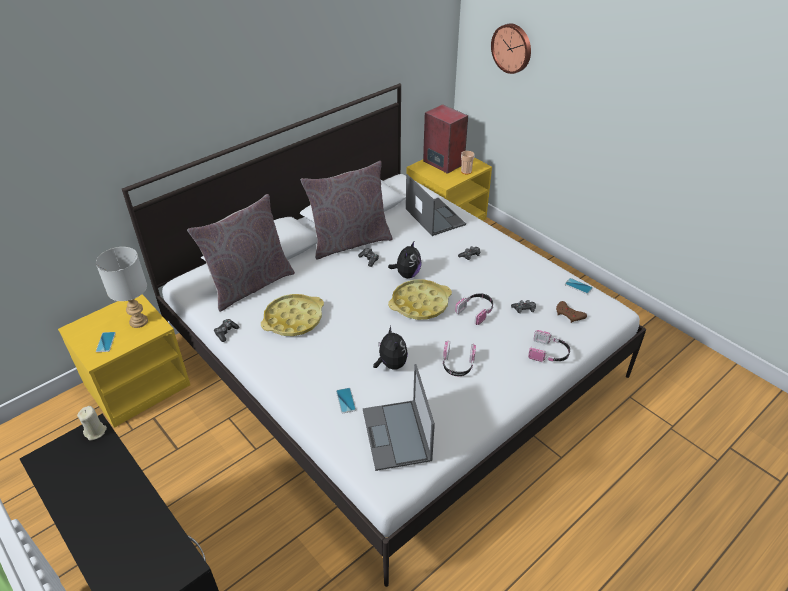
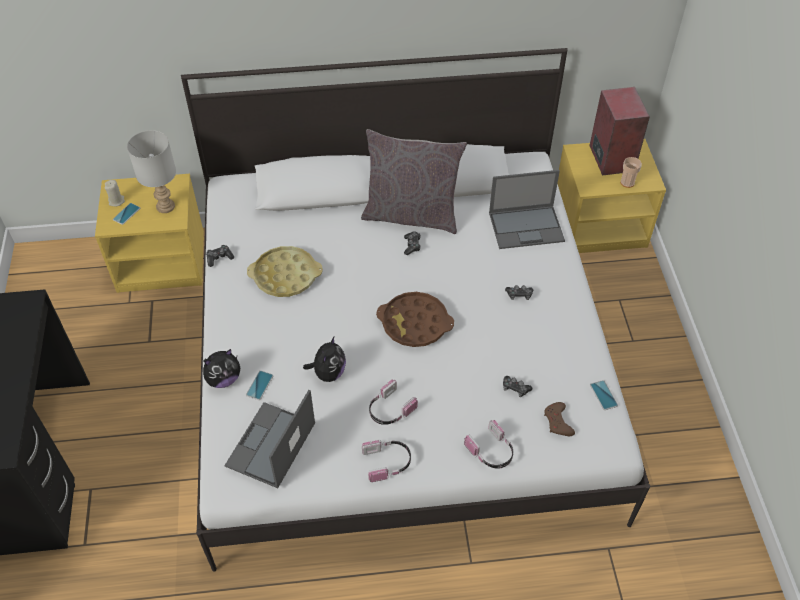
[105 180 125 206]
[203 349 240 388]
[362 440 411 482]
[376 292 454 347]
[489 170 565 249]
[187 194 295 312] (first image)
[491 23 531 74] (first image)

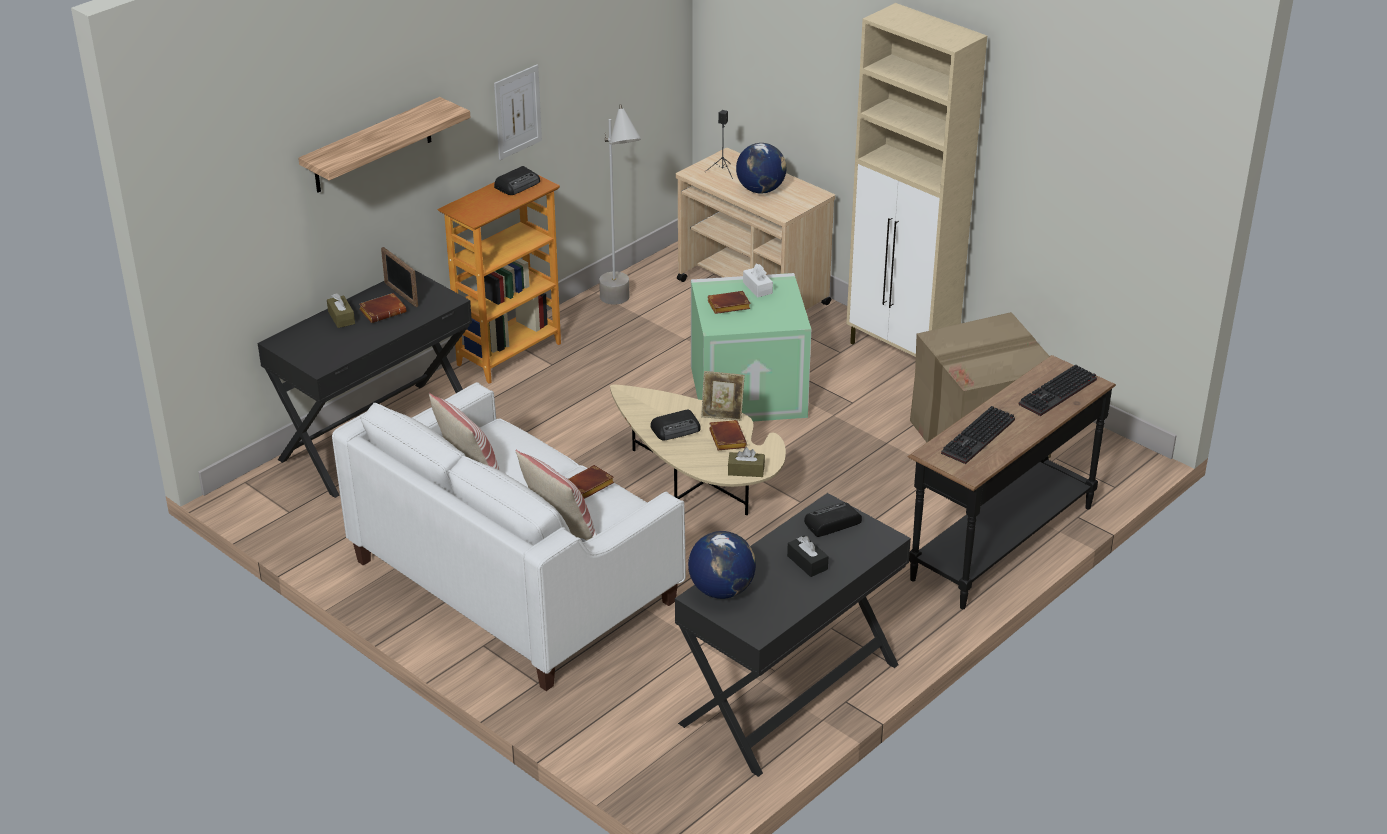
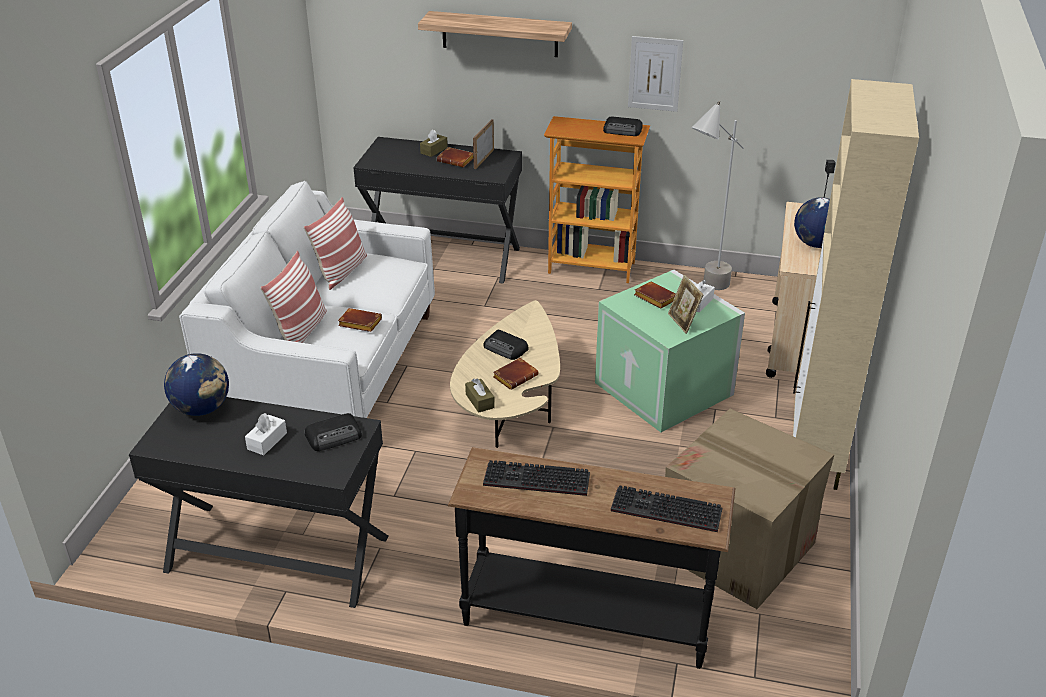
[245 413 287 455]
[305 413 362 451]
[668 275 703 334]

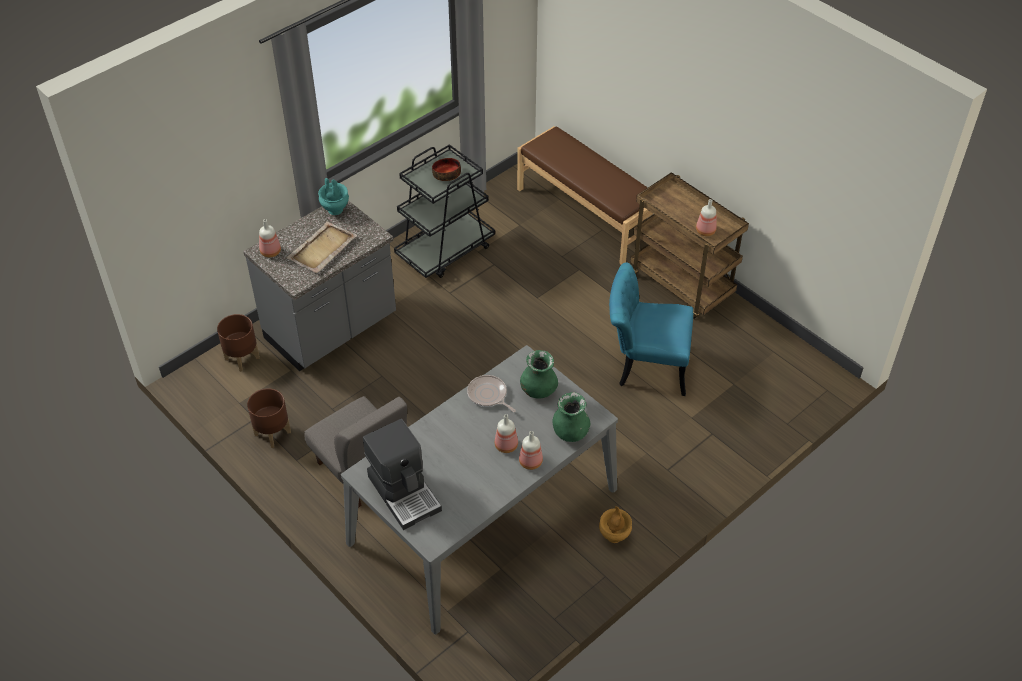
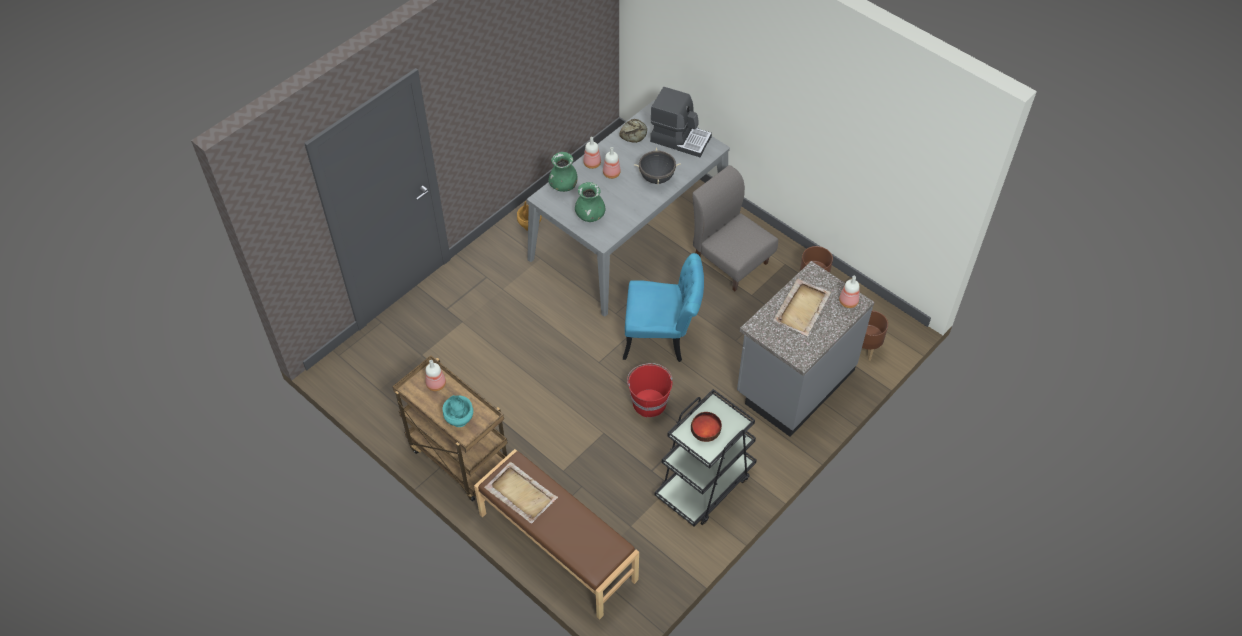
[443 395 473 427]
[484 462 558 524]
[619 119 647 143]
[623 253 704 362]
[627 363 672 418]
[634 147 681 184]
[650 87 712 157]
[467 375 516 412] (first image)

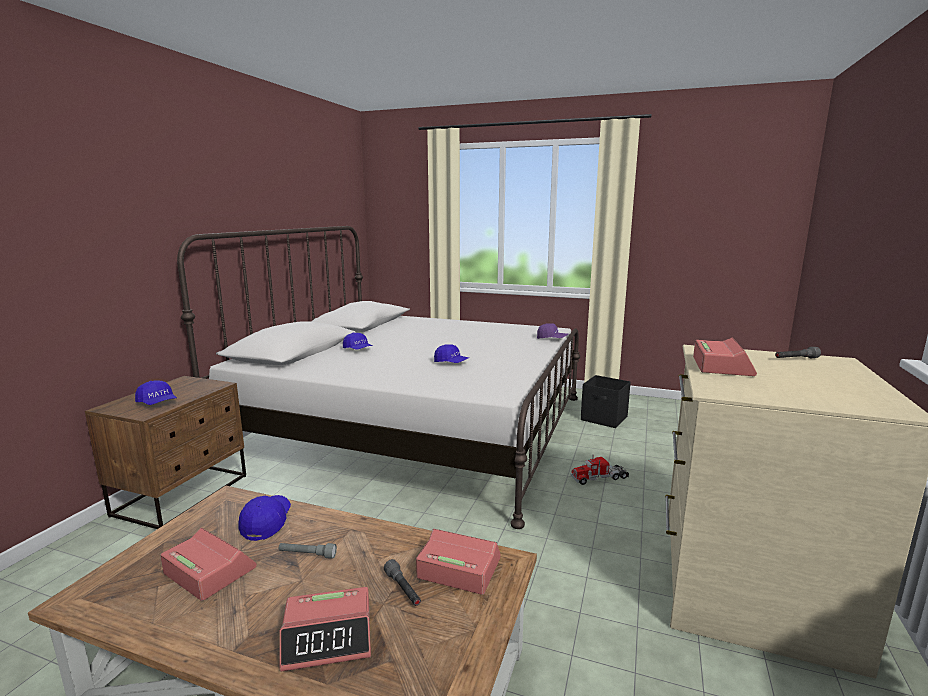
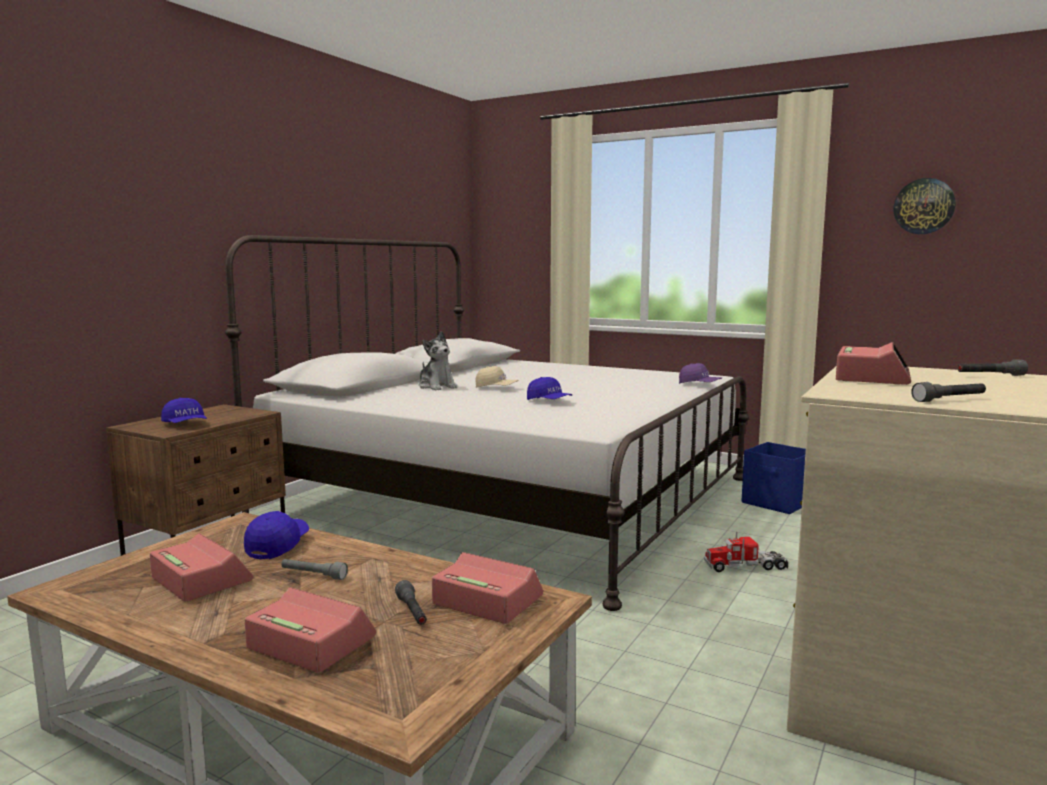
[245 587 376 673]
[419 331 457 390]
[476 366 519 388]
[742 442 806 514]
[893 178 956 234]
[911 382 986 402]

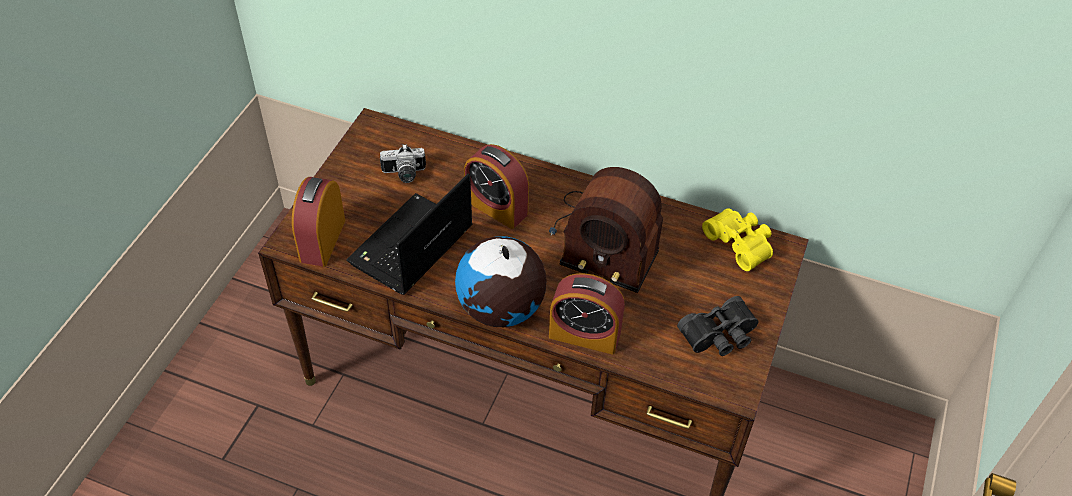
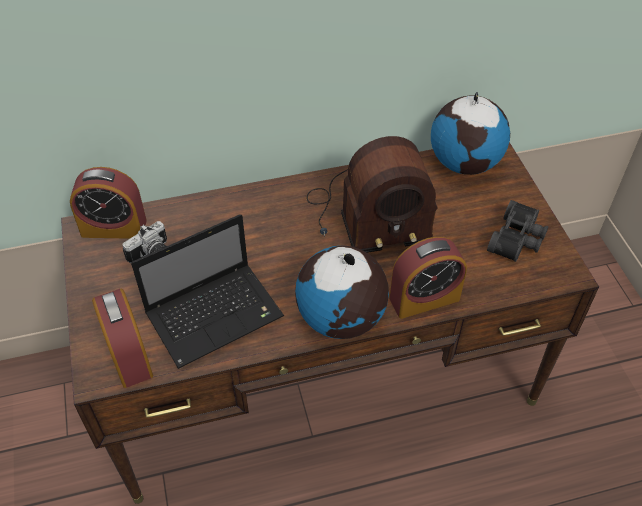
[70 167 147 239]
[131 214 284 369]
[431 92 510 175]

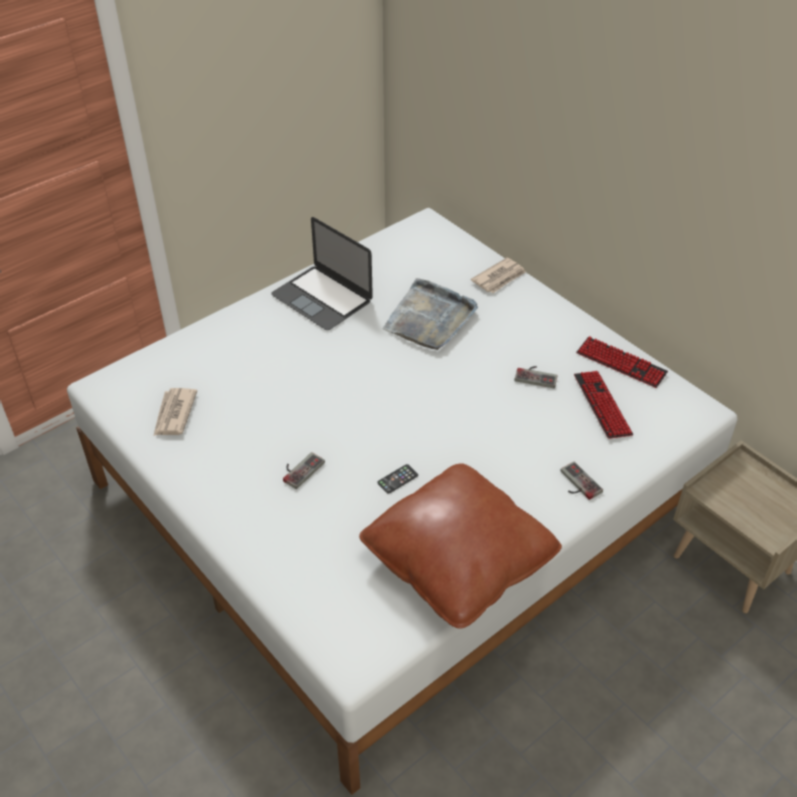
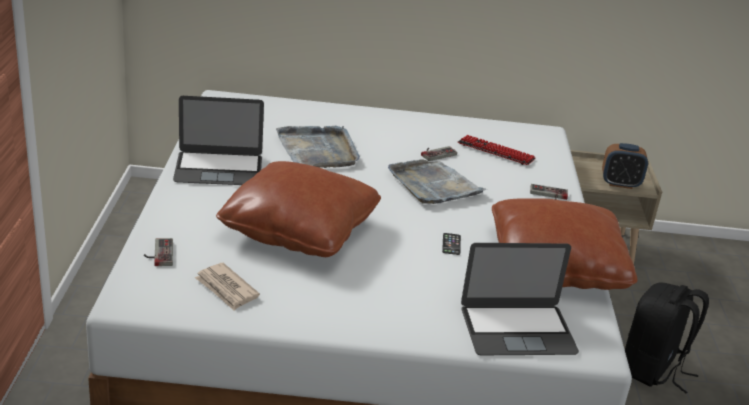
[144 238 173 266]
[216 161 381 257]
[388 159 487 204]
[461 243 579 355]
[602 143 648 189]
[625 282 709 393]
[471 258 526 293] (first image)
[576 336 668 388] (first image)

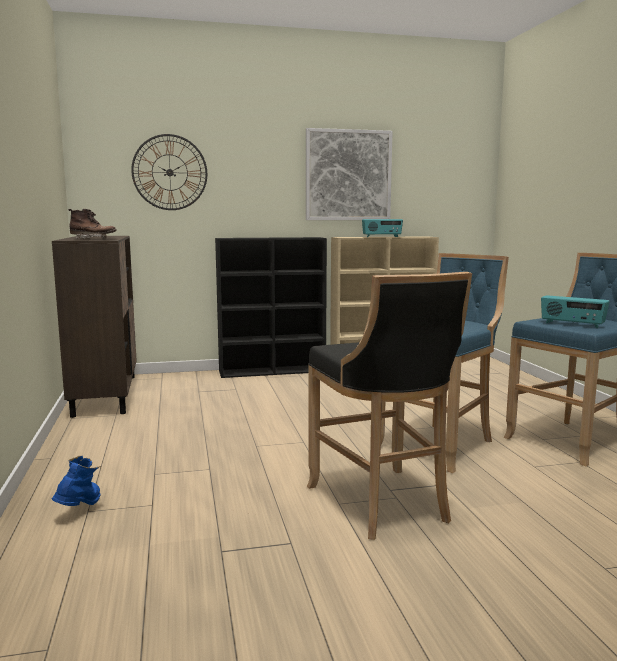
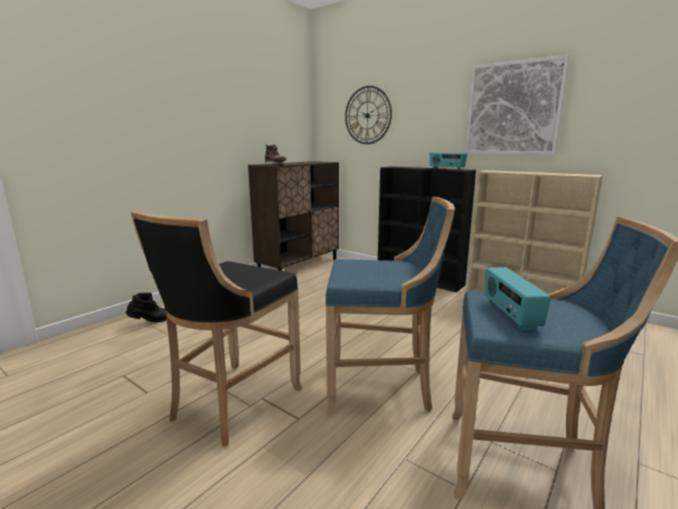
[126 292 167 322]
[430 152 467 170]

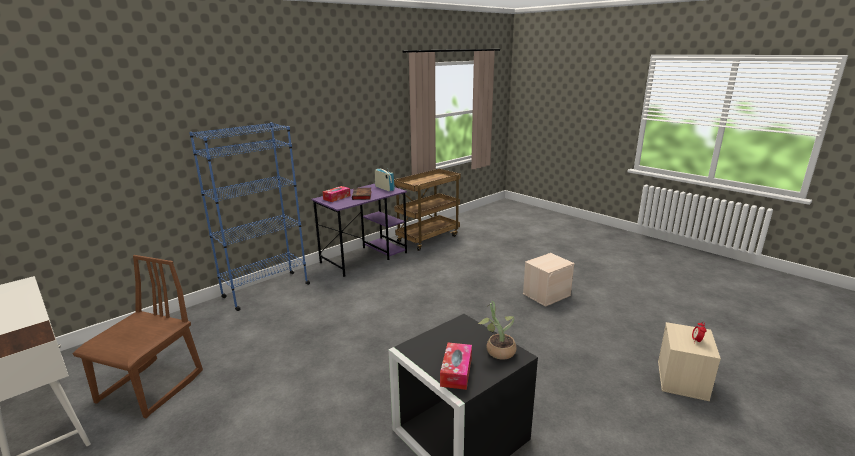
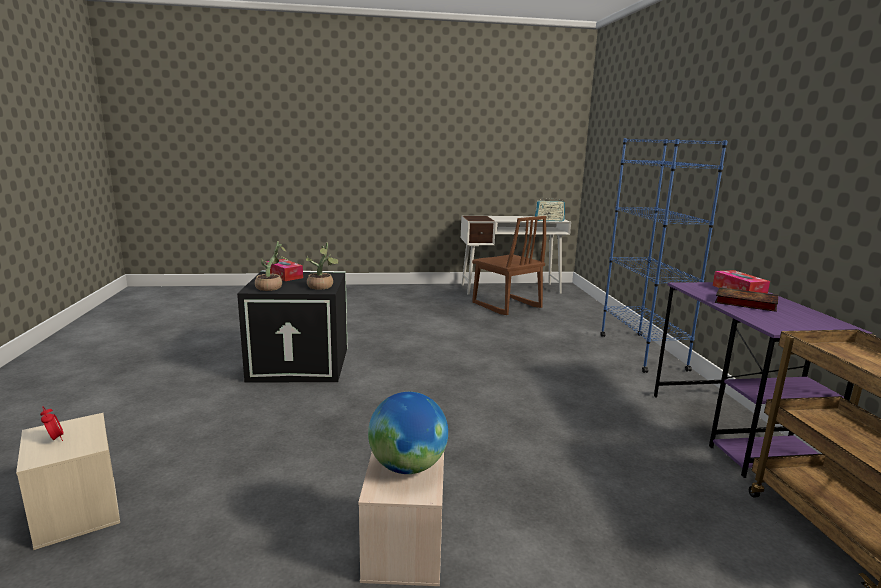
[306 243 339 290]
[368 392 448 474]
[535 198 565 221]

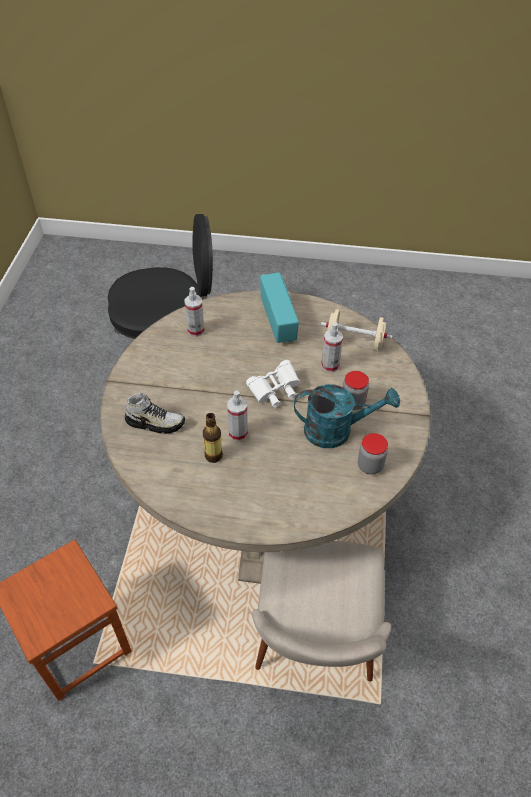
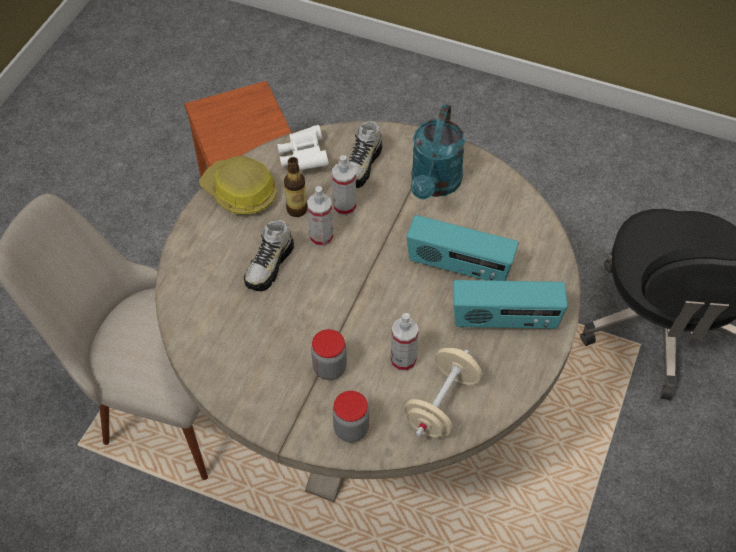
[199 156 277 215]
[244 220 294 291]
[277 125 329 170]
[332 155 356 216]
[333 391 369 443]
[407 215 519 281]
[411 104 465 199]

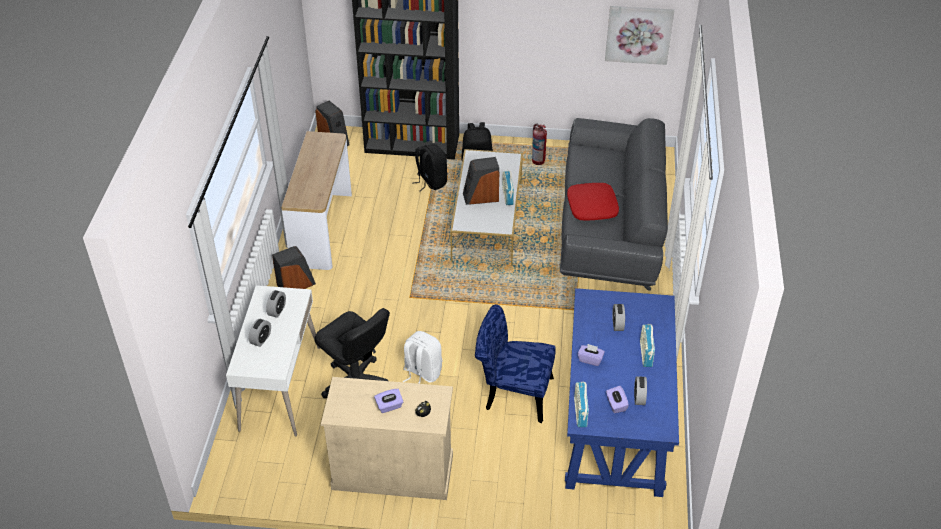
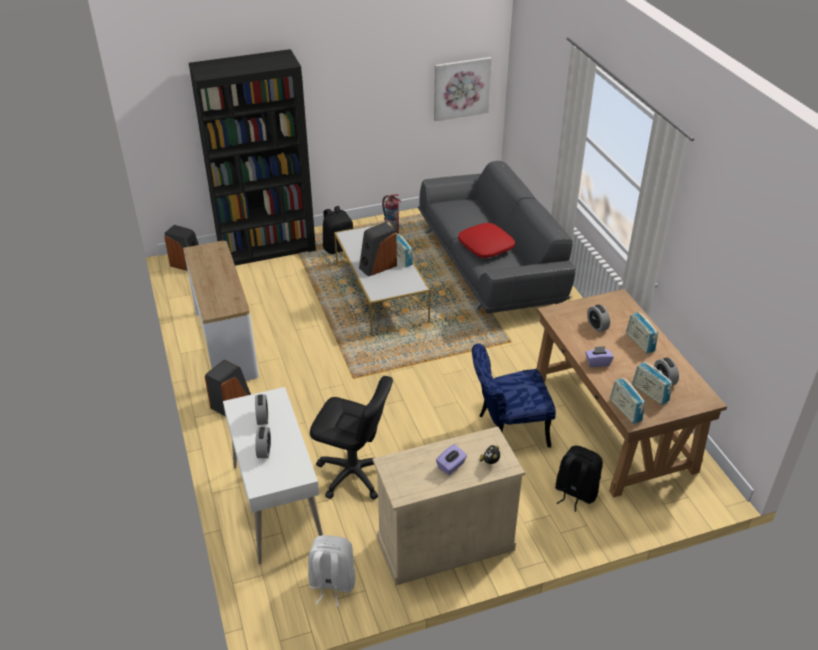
[308 535 356 607]
[536 289 727 497]
[555 446 603 512]
[632 362 672 405]

